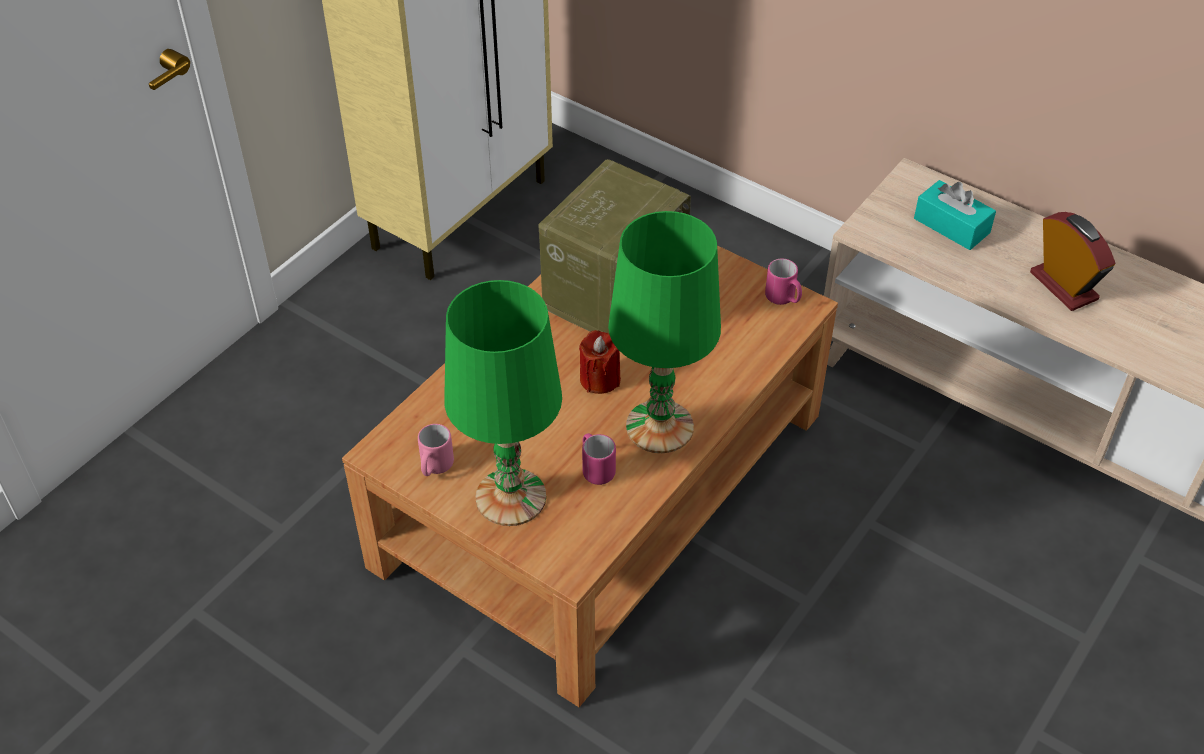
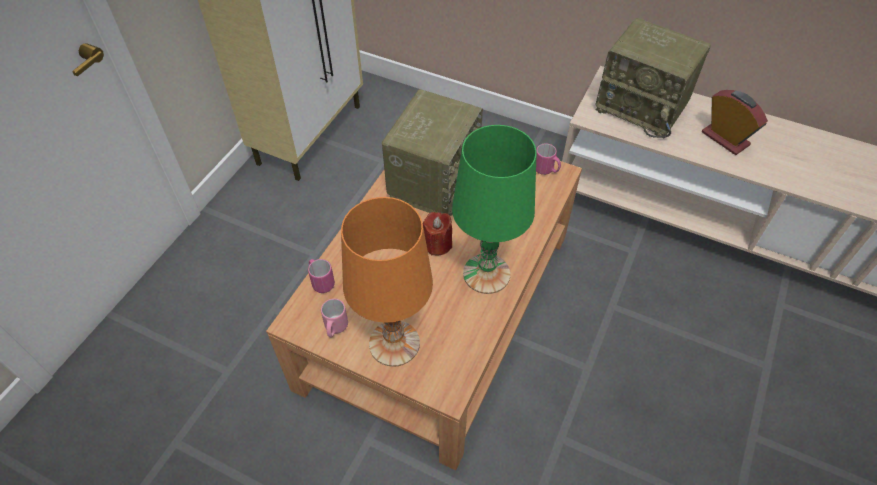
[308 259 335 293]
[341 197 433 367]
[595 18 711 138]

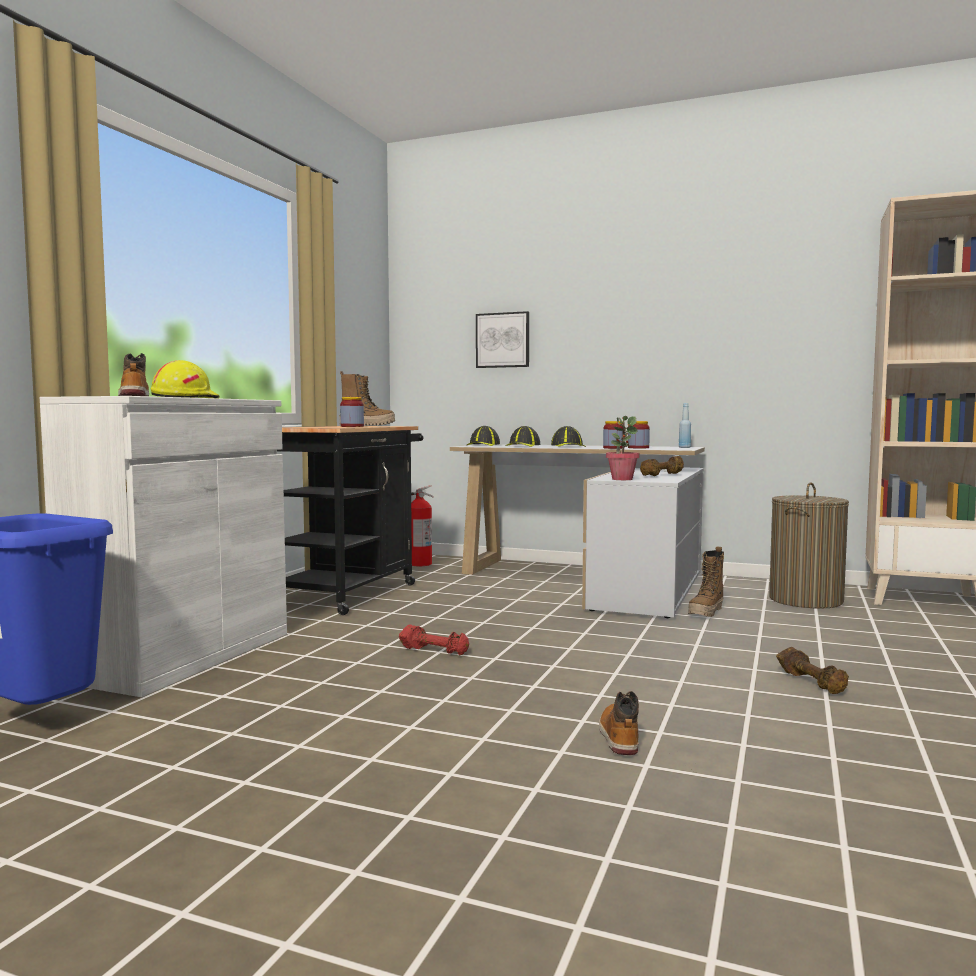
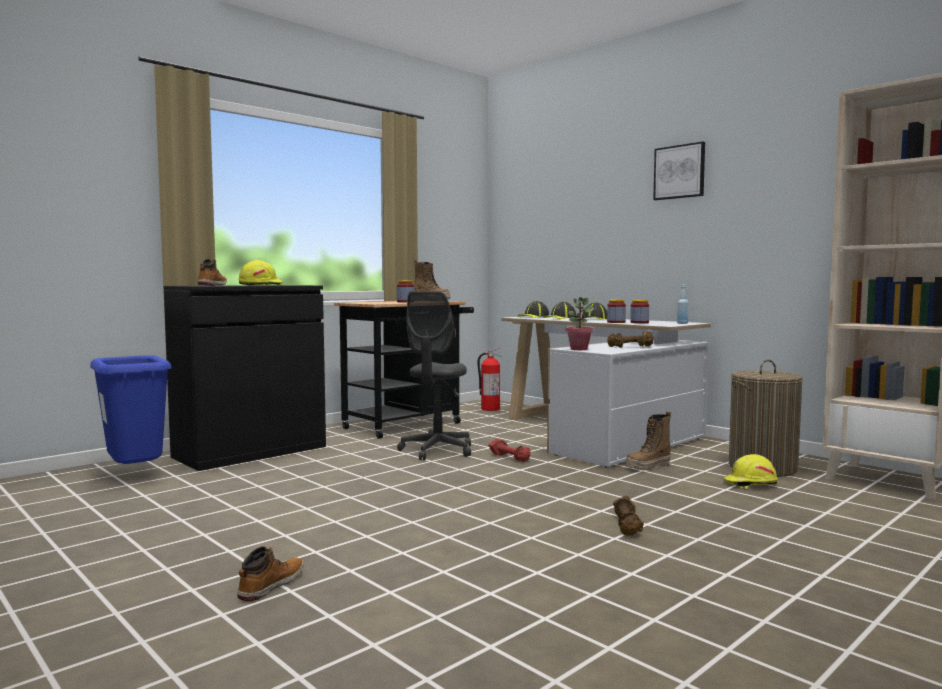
[164 285 326 471]
[237 546 303 601]
[397 291 471 460]
[488 438 531 462]
[653 142 705 200]
[724 454 778 489]

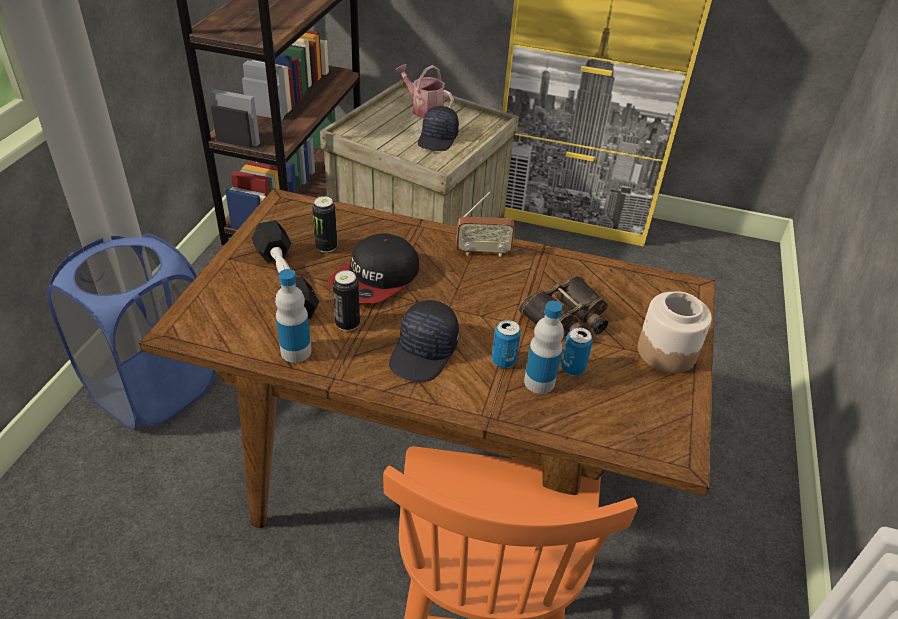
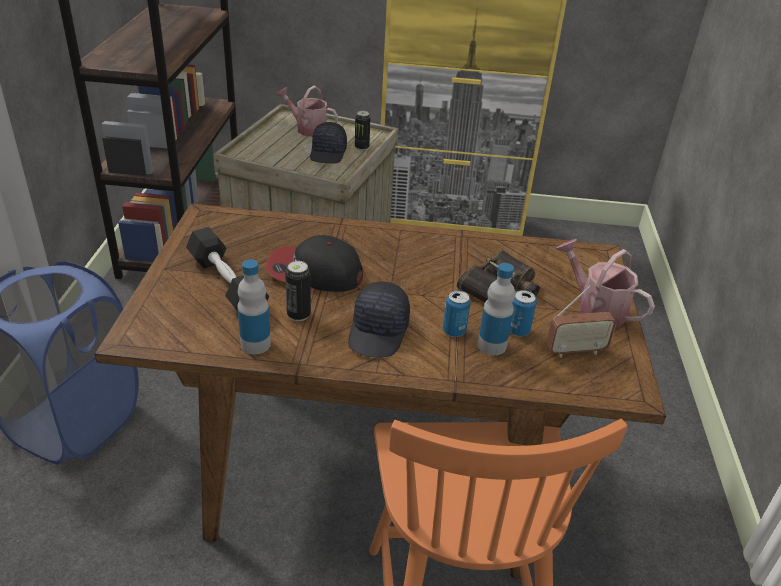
[266 235 363 292]
[355 111 370 151]
[546 285 616 358]
[556 239 655 327]

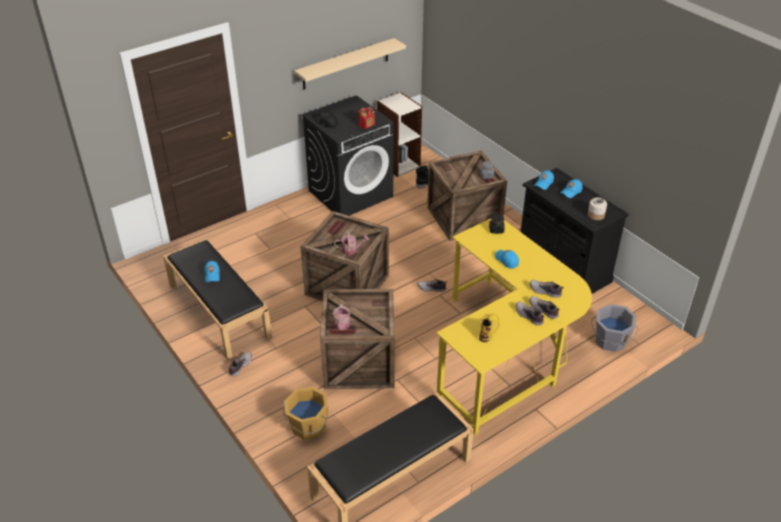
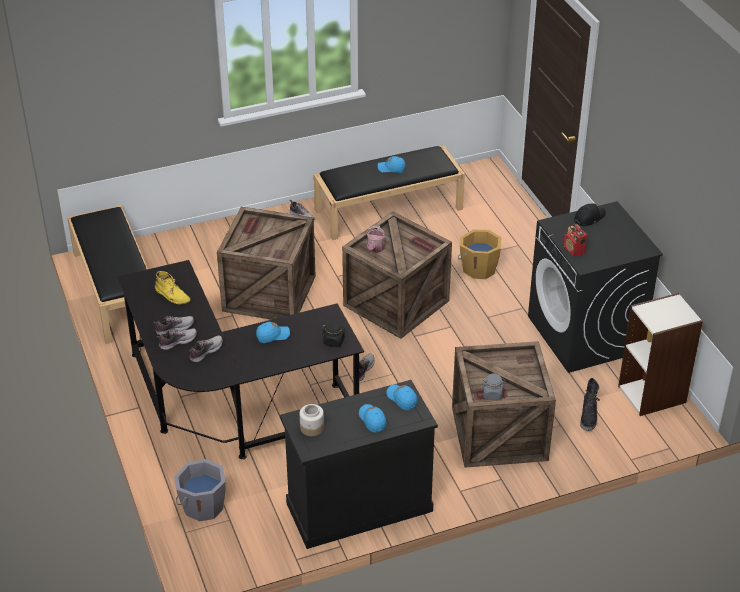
[118 260 364 460]
[458 229 502 279]
[294 38 406 89] (first image)
[332 304 351 330] (first image)

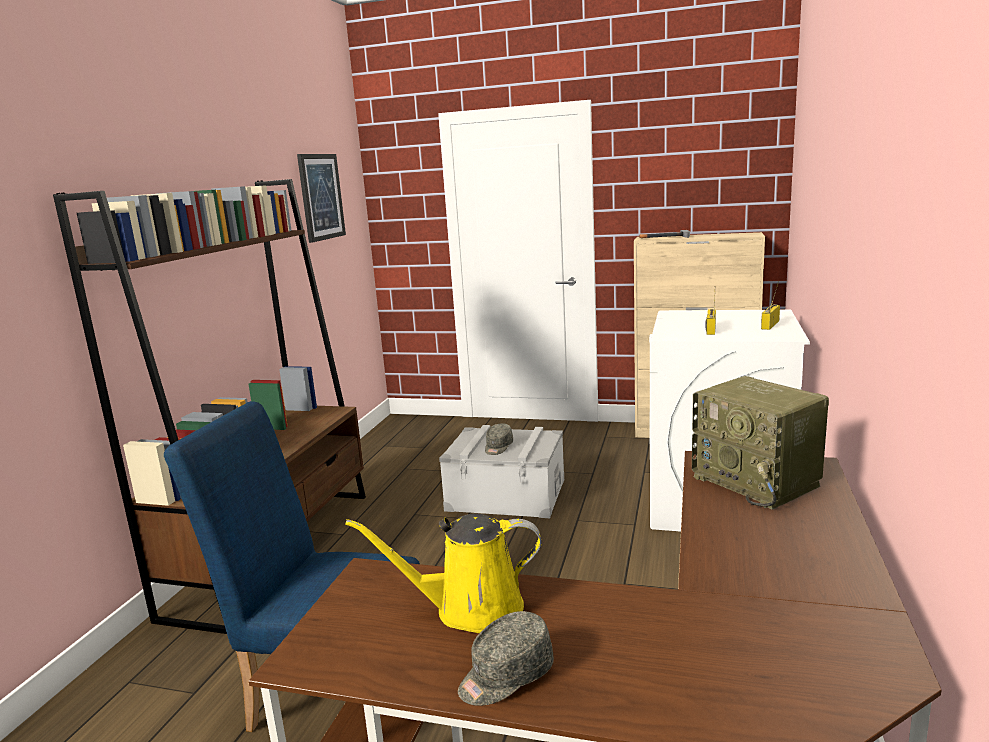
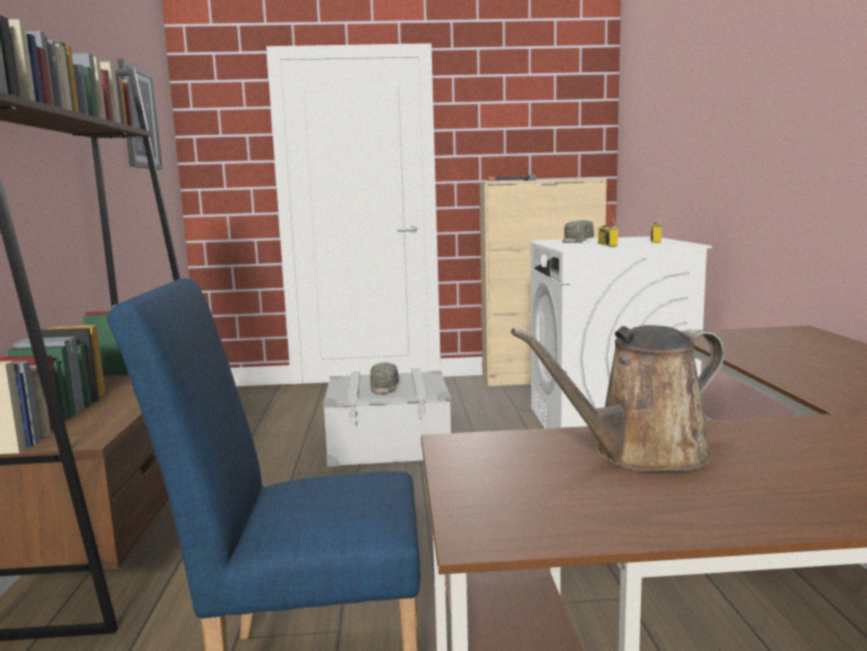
[510 325 725 472]
[562 220 594 243]
[692 376 829 510] (first image)

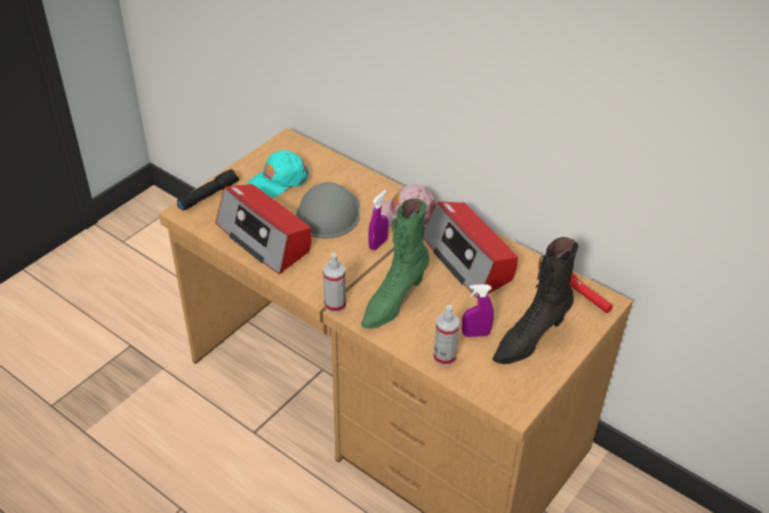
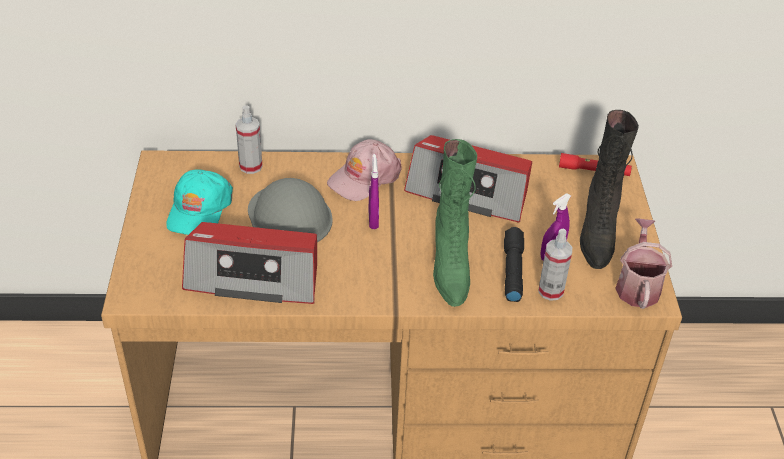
[235 105 263 174]
[504 227 524 302]
[615 218 672 309]

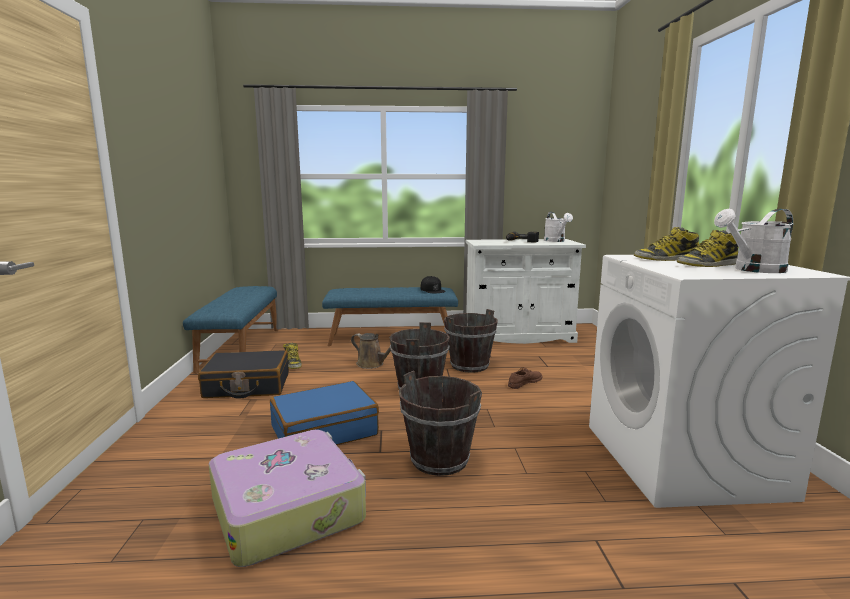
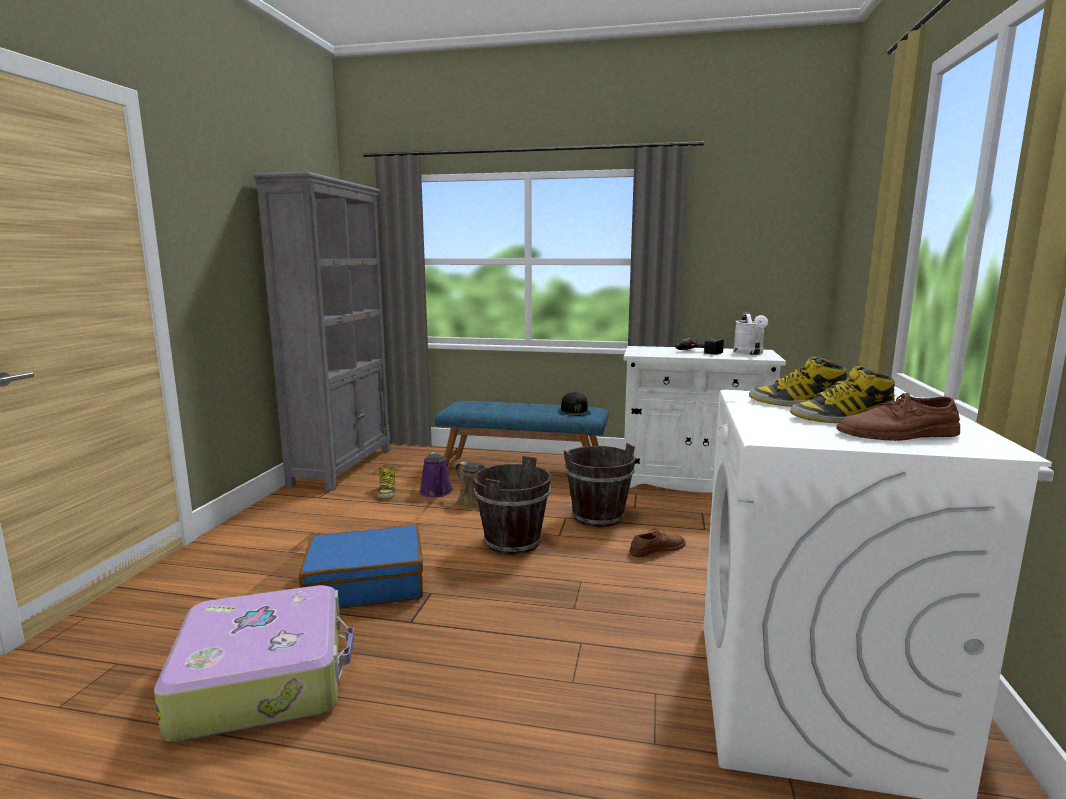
[253 171 390 491]
[420 452 453 497]
[836 393 960 441]
[198 350 289 399] (first image)
[399 371 482 476] (first image)

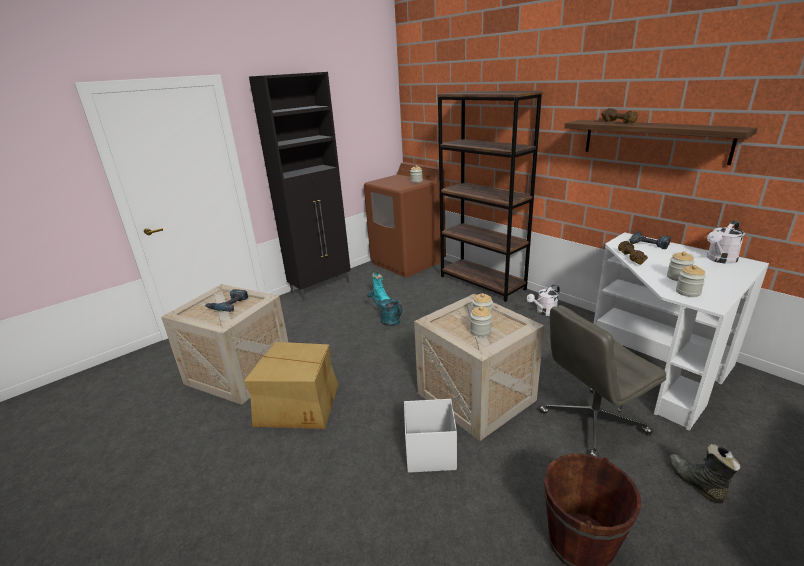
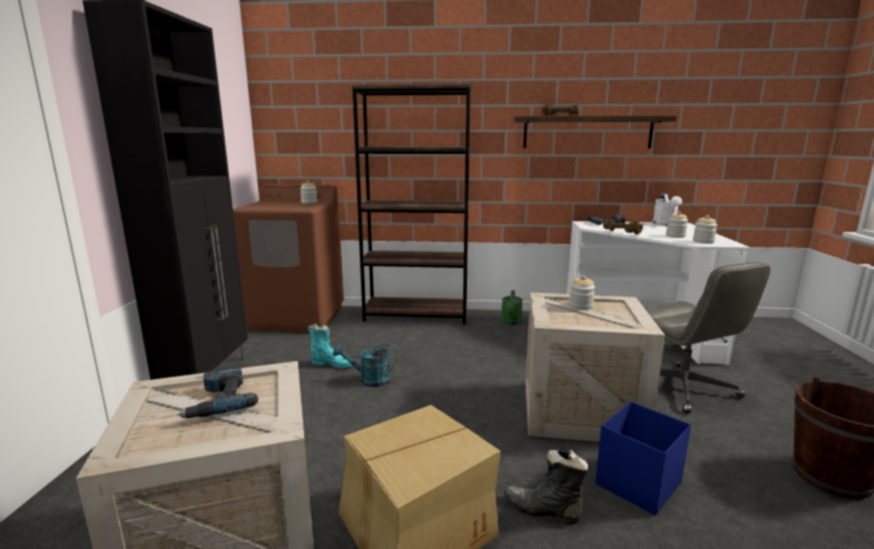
[501 290 523 325]
[504 450 588 525]
[595 402 691 515]
[645 262 771 414]
[470 306 492 337] (first image)

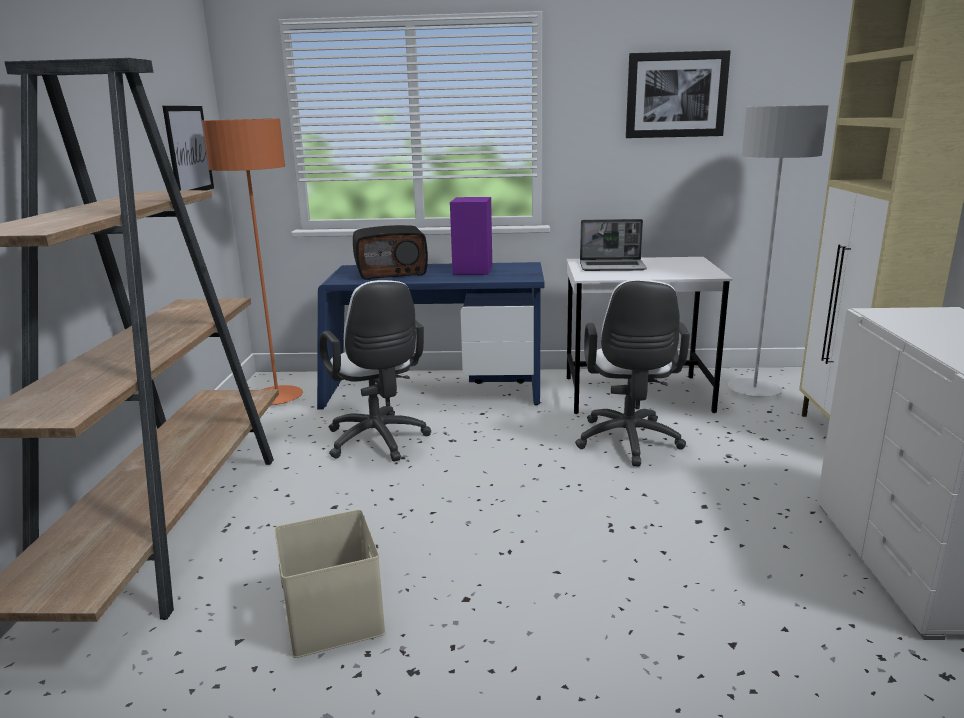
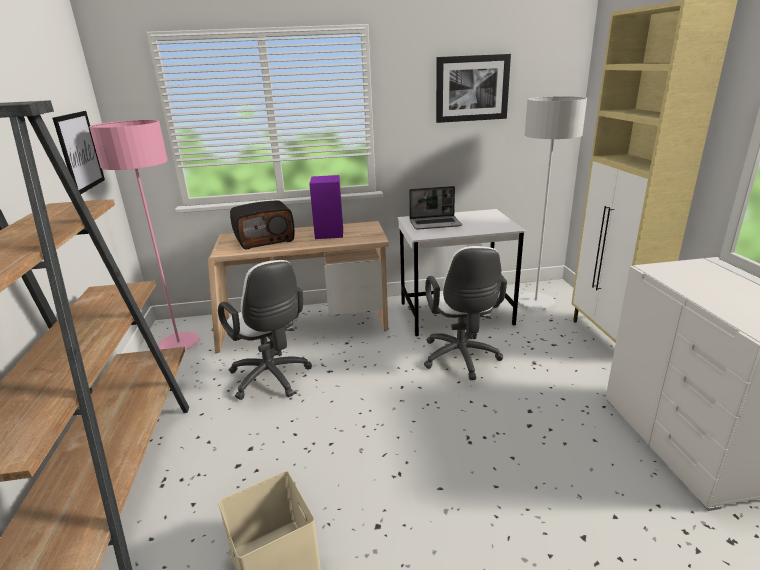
[89 120 200 350]
[208 221 389 353]

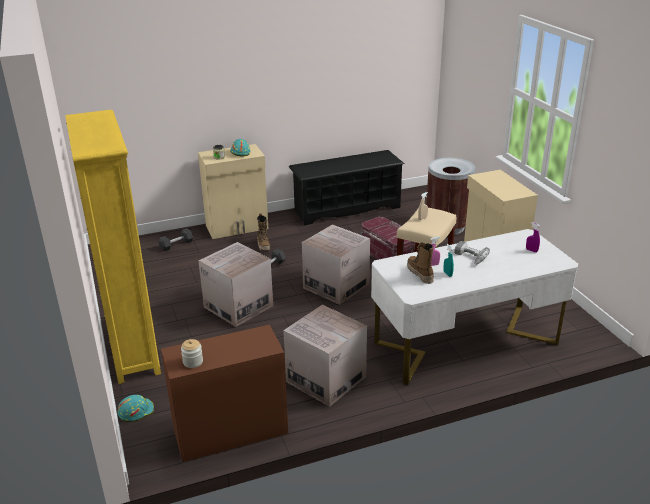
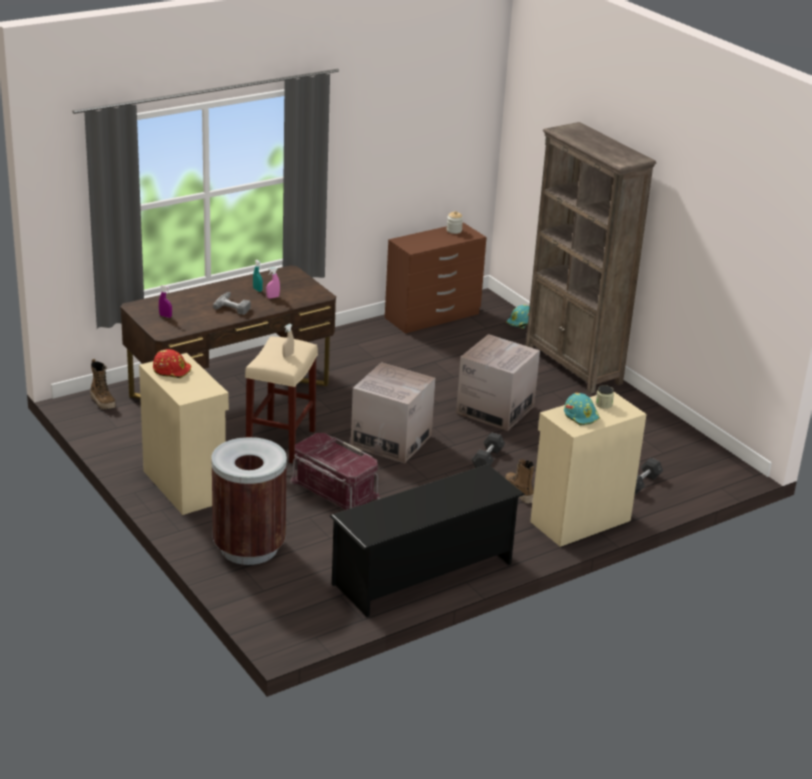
[90 359 116 410]
[120 265 336 399]
[153 349 191 378]
[525 122 656 394]
[283 305 367 407] (first image)

